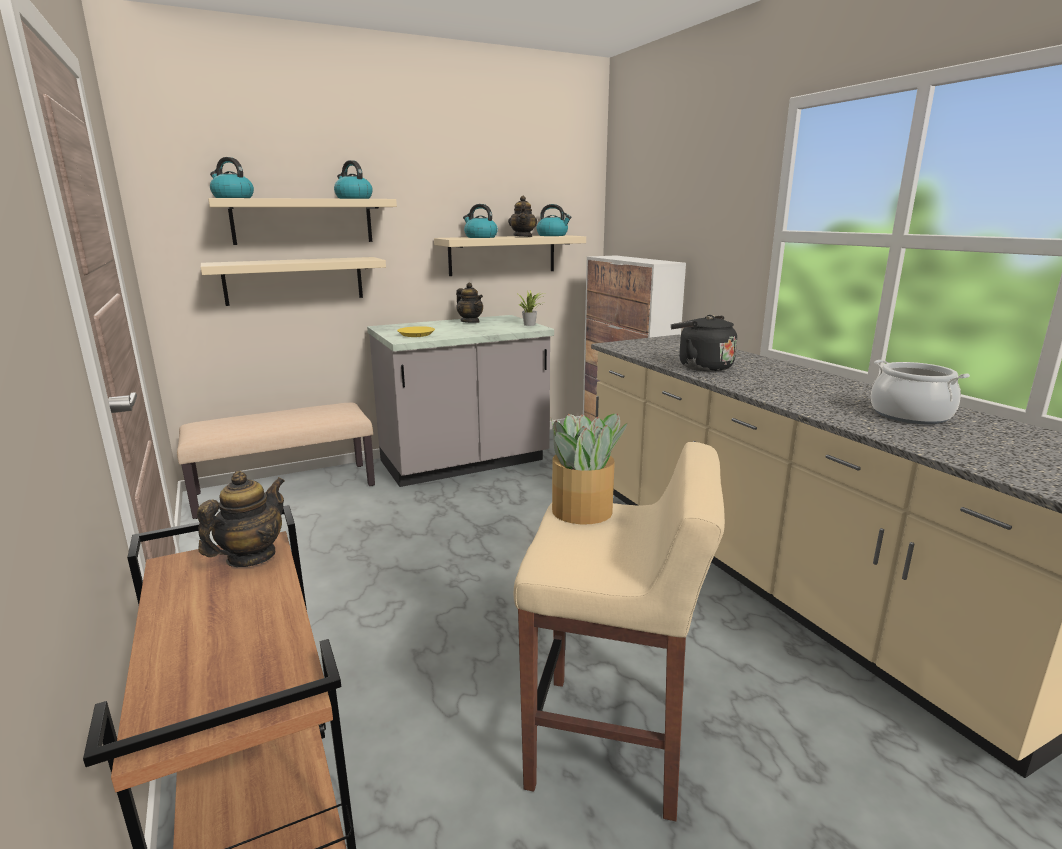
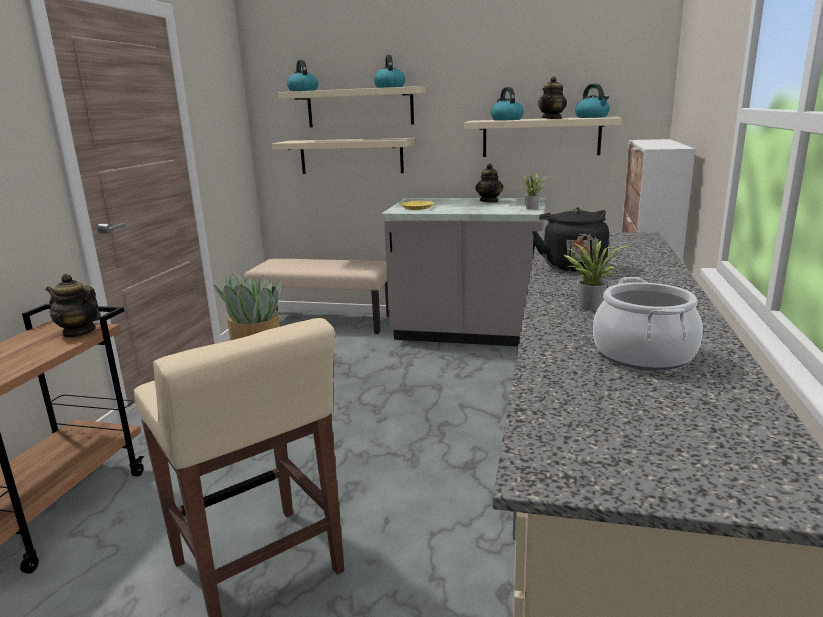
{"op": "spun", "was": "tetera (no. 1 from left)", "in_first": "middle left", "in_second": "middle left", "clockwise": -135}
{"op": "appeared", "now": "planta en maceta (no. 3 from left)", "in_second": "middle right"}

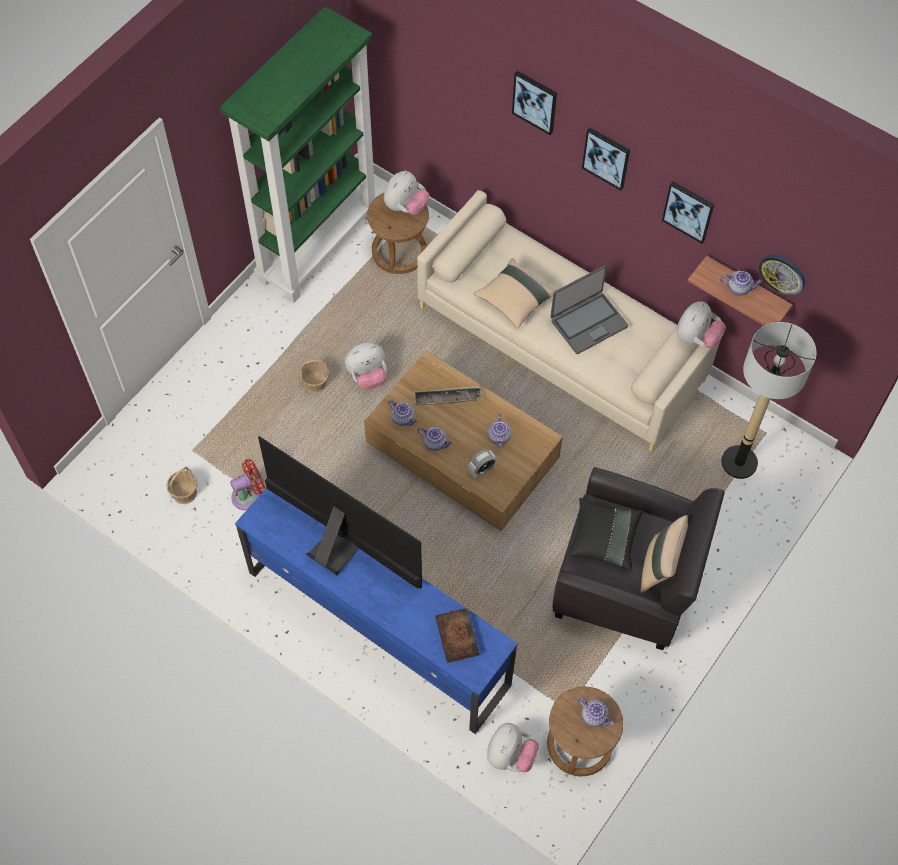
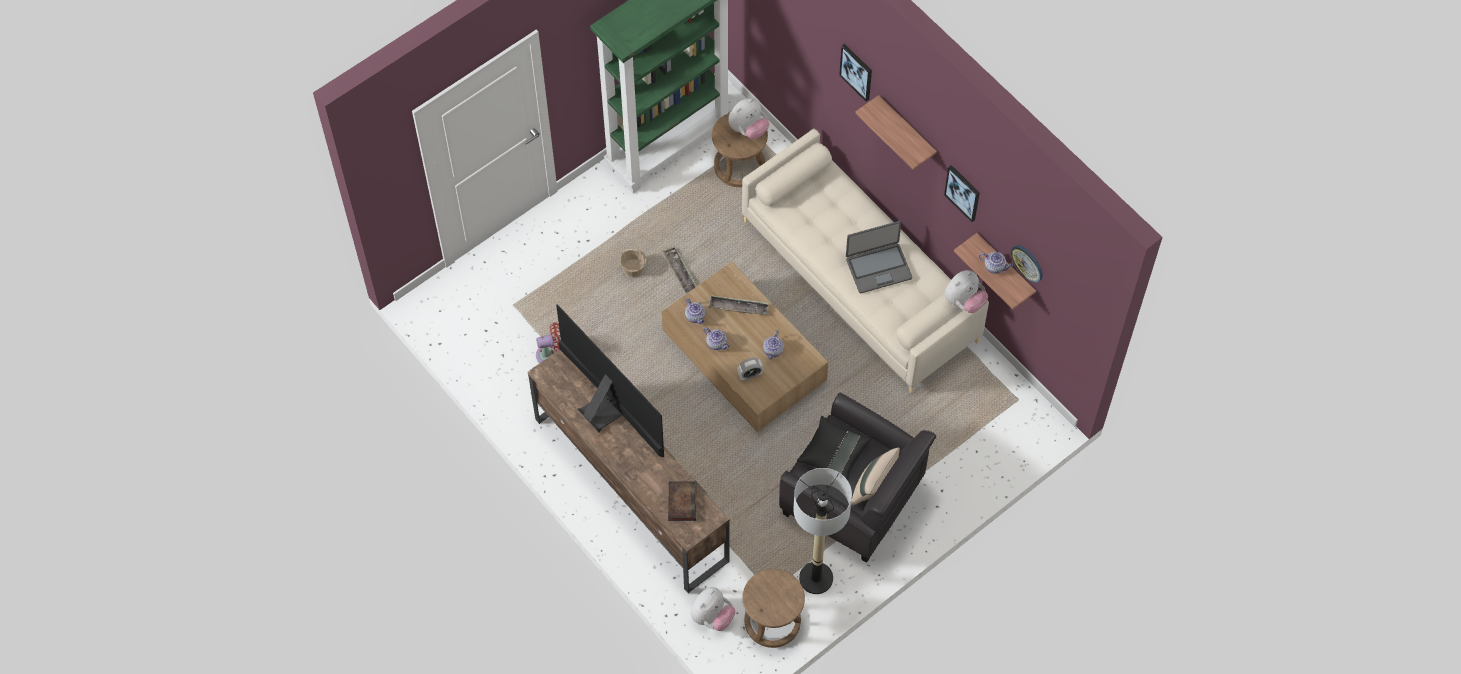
{"op": "exchanged", "was": "cuadro (no. 2 from left)", "now": "estante (no. 1 from left)", "in_first": "top right", "in_second": "top centre"}
{"op": "missing", "was": "cojín (beis) (no. 1 from left)", "in_first": "centre"}
{"op": "relocated", "was": "lámpara de pie", "in_first": "middle right", "in_second": "bottom centre"}
{"op": "exchanged", "was": "peluche (no. 1 from left)", "now": "bandeja (no. 1 from left)", "in_first": "centre", "in_second": "centre"}
{"op": "missing", "was": "cesta (no. 1 from left)", "in_first": "middle left"}
{"op": "colour", "was": "mueble de televisión (azul)", "now": "mueble de televisión (marrón)", "in_first": "bottom centre", "in_second": "bottom centre"}
{"op": "missing", "was": "tetera (no. 4 from left)", "in_first": "bottom centre"}

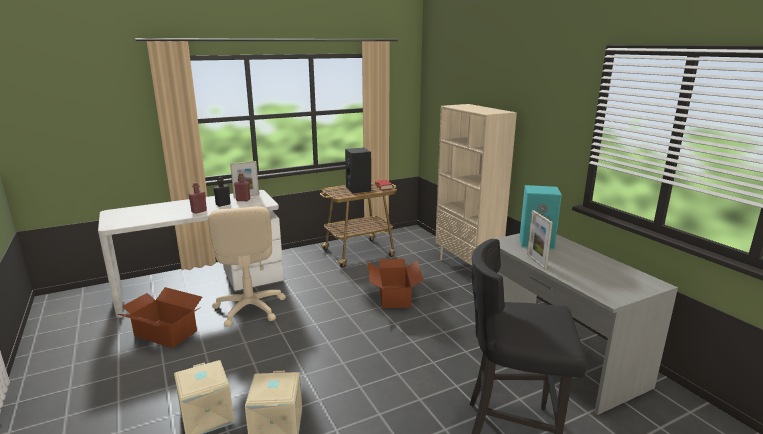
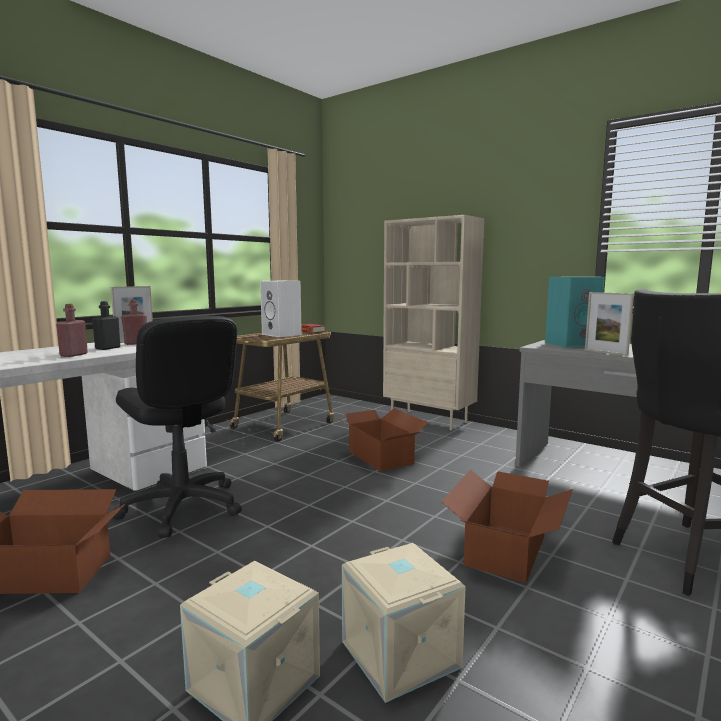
{"op": "colour", "was": "altavoz (negro)", "now": "altavoz (blanco)", "in_first": "centre", "in_second": "centre"}
{"op": "colour", "was": "silla de oficina (beis)", "now": "silla de oficina (negro)", "in_first": "middle left", "in_second": "middle left"}
{"op": "appeared", "now": "caja de cartón (no. 3 from left)", "in_second": "bottom right"}

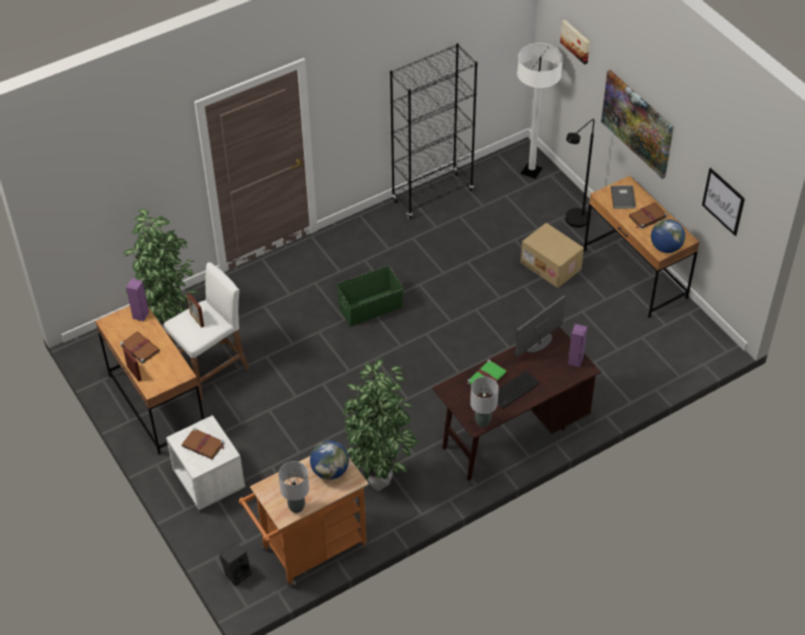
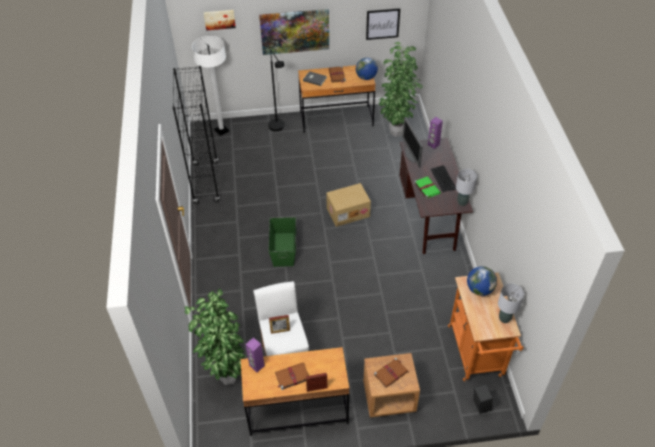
{"op": "relocated", "was": "caja de cartón", "in_first": "middle right", "in_second": "centre"}
{"op": "relocated", "was": "planta en maceta (no. 2 from left)", "in_first": "bottom centre", "in_second": "top centre"}
{"op": "colour", "was": "mesita de noche (blanco)", "now": "mesita de noche (marrón)", "in_first": "bottom left", "in_second": "bottom centre"}

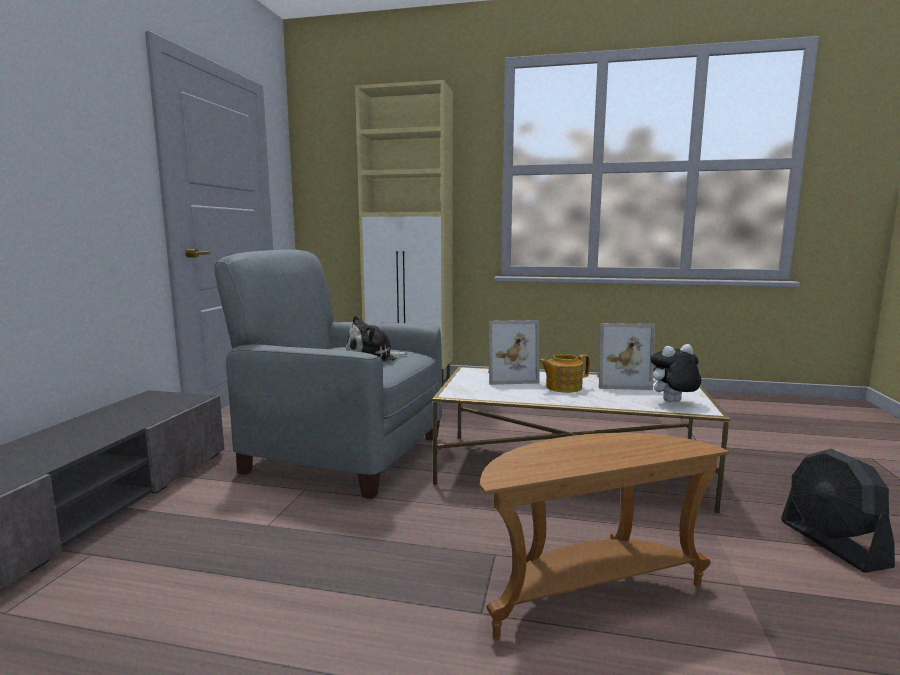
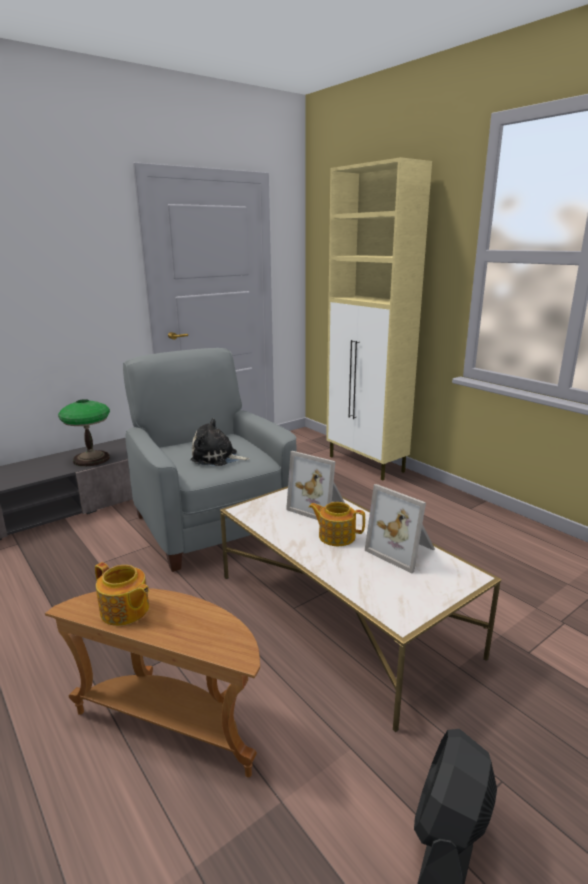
{"op": "missing", "was": "peluche (no. 2 from left)", "in_first": "middle right"}
{"op": "appeared", "now": "lámpara de mesa", "in_second": "middle left"}
{"op": "appeared", "now": "tetera (no. 1 from left)", "in_second": "bottom left"}

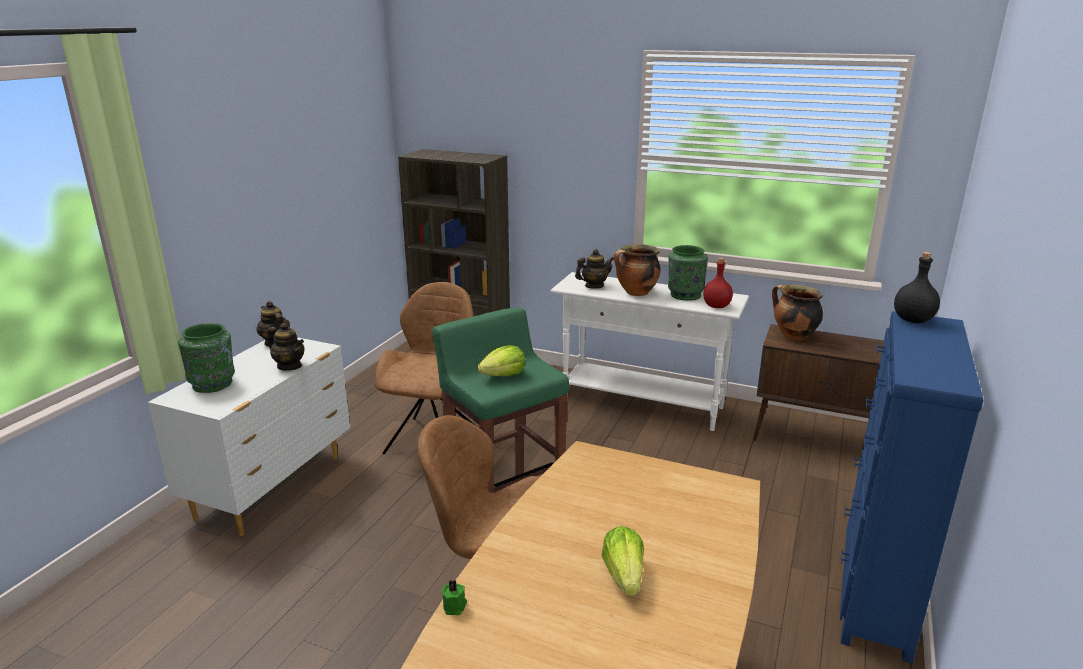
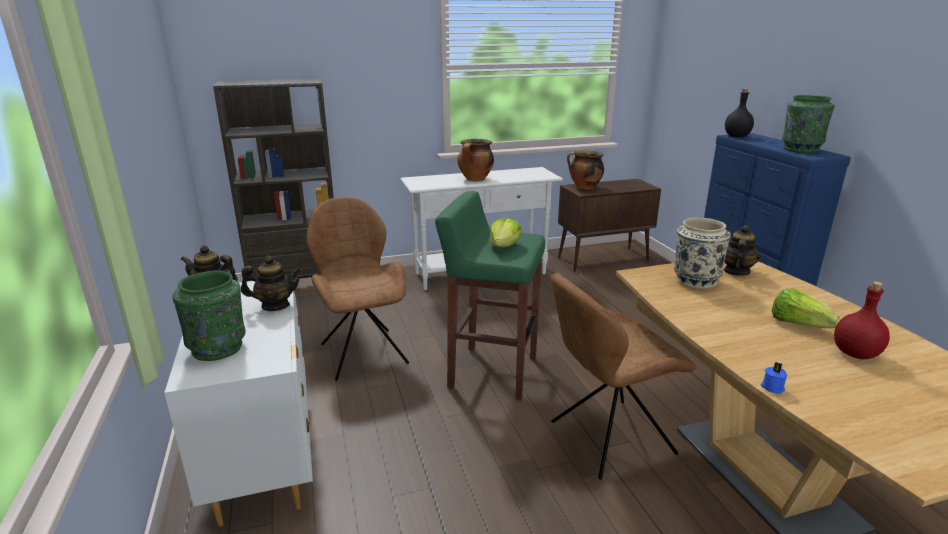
{"op": "relocated", "was": "florero (verde) (no. 2 from left)", "in_first": "centre", "in_second": "top right"}
{"op": "relocated", "was": "tetera (no. 3 from left)", "in_first": "centre", "in_second": "middle right"}
{"op": "relocated", "was": "botella (rojo)", "in_first": "centre", "in_second": "middle right"}
{"op": "colour", "was": "vela (verde)", "now": "vela (azul)", "in_first": "bottom centre", "in_second": "bottom right"}
{"op": "appeared", "now": "florero (beis)", "in_second": "middle right"}

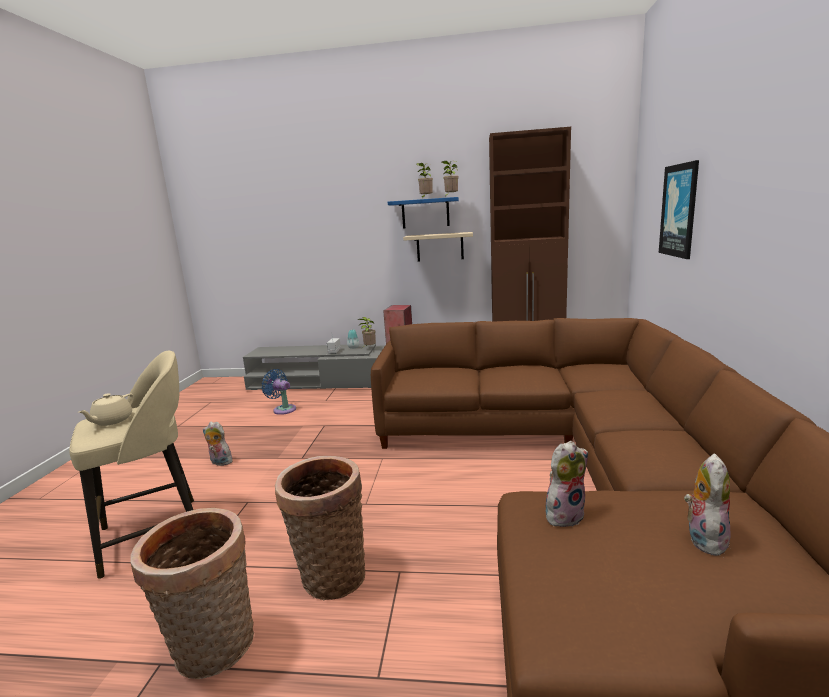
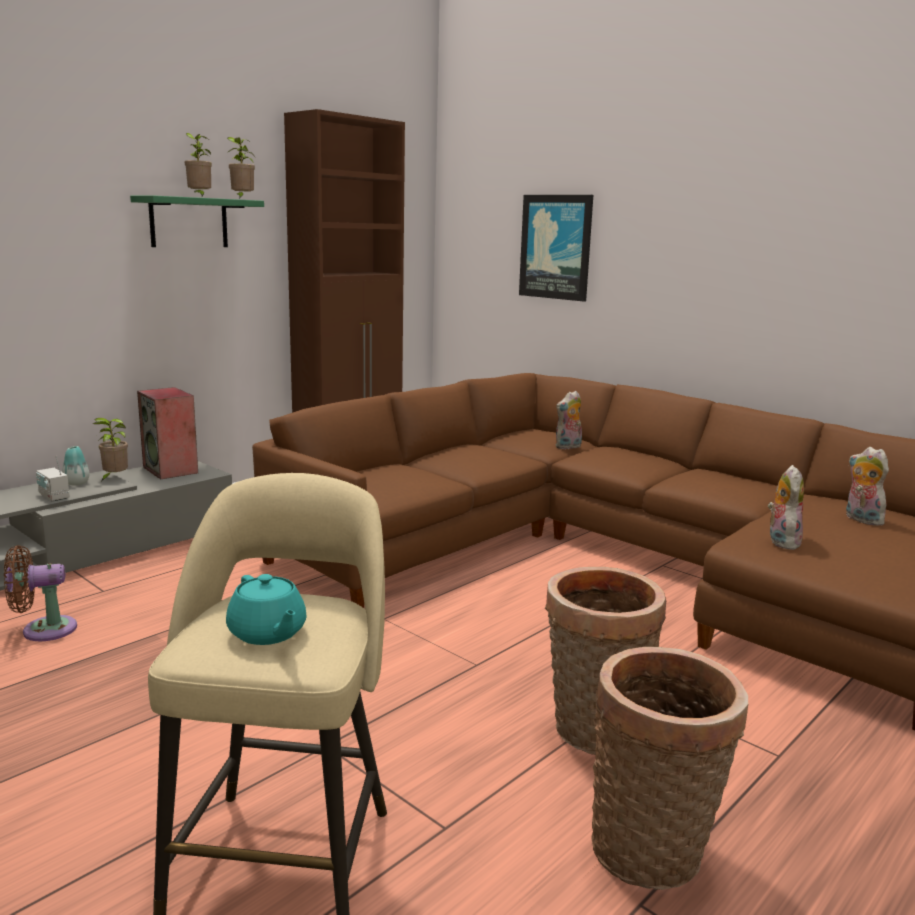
{"op": "colour", "was": "estante (azul)", "now": "estante (verde)", "in_first": "top centre", "in_second": "top left"}
{"op": "missing", "was": "estante (beis)", "in_first": "centre"}
{"op": "colour", "was": "ventilador (azul)", "now": "ventilador (marrón)", "in_first": "centre", "in_second": "middle left"}
{"op": "colour", "was": "tetera (beis)", "now": "tetera (turquesa)", "in_first": "middle left", "in_second": "middle left"}
{"op": "relocated", "was": "peluche (no. 1 from left)", "in_first": "middle left", "in_second": "centre"}

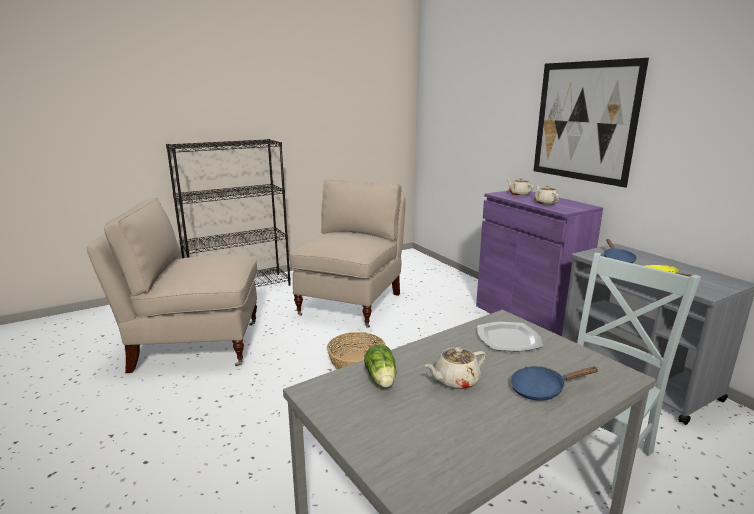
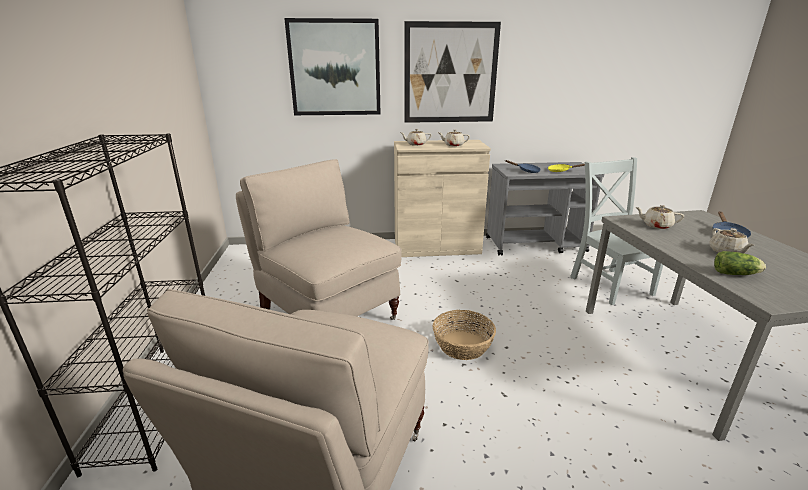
{"op": "colour", "was": "armario (morado)", "now": "armario (beis)", "in_first": "middle right", "in_second": "centre"}
{"op": "exchanged", "was": "plato", "now": "tetera (beis) (no. 3 from left)", "in_first": "middle right", "in_second": "middle right"}
{"op": "appeared", "now": "cuadro (no. 1 from left)", "in_second": "top centre"}

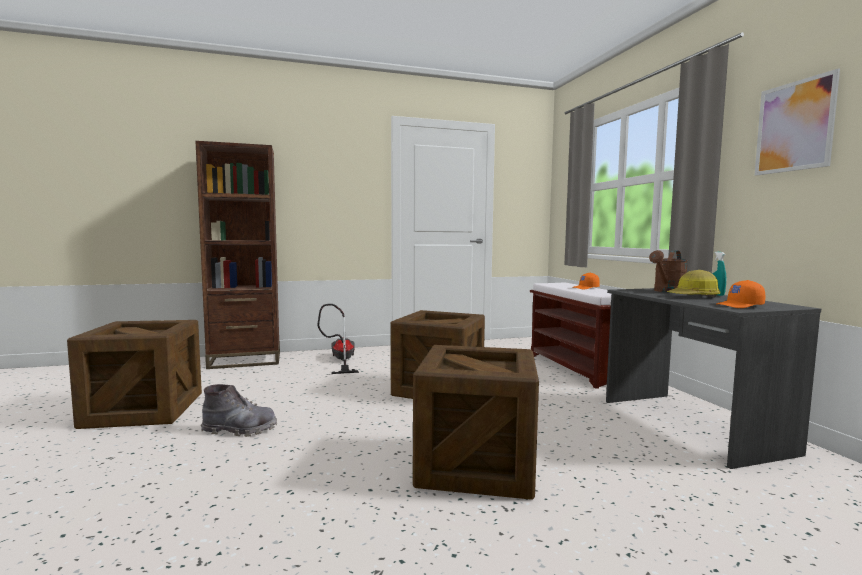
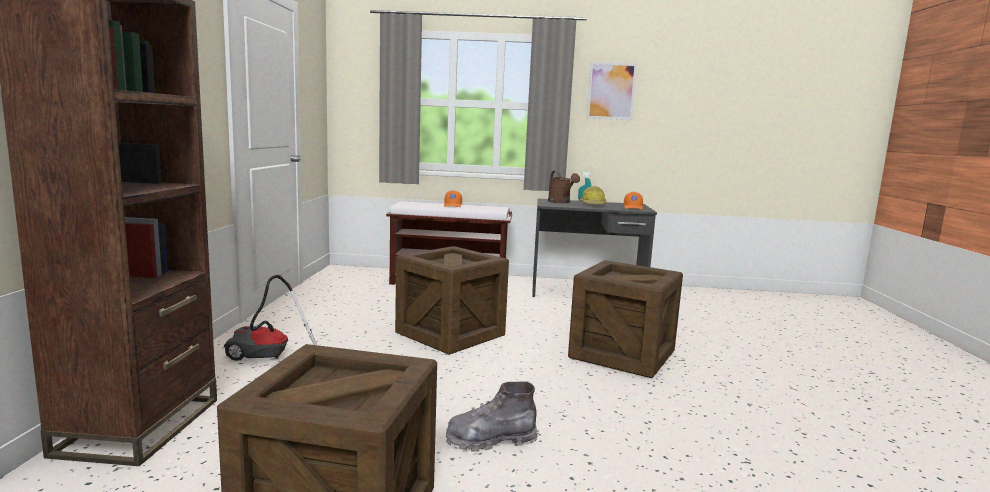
{"op": "spun", "was": "bota (gris)", "in_first": "bottom left", "in_second": "bottom centre", "clockwise": -120}

